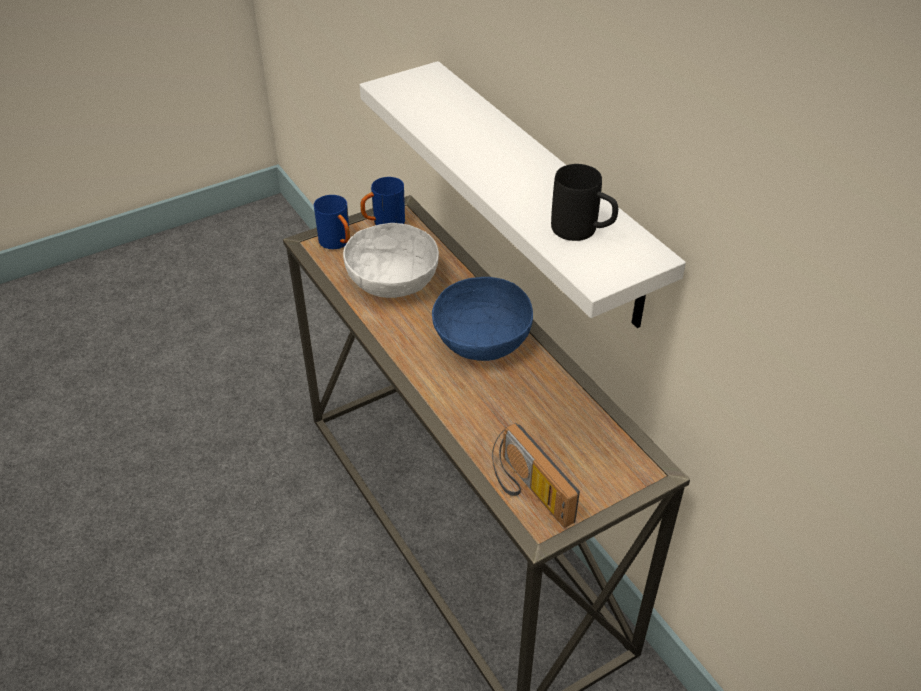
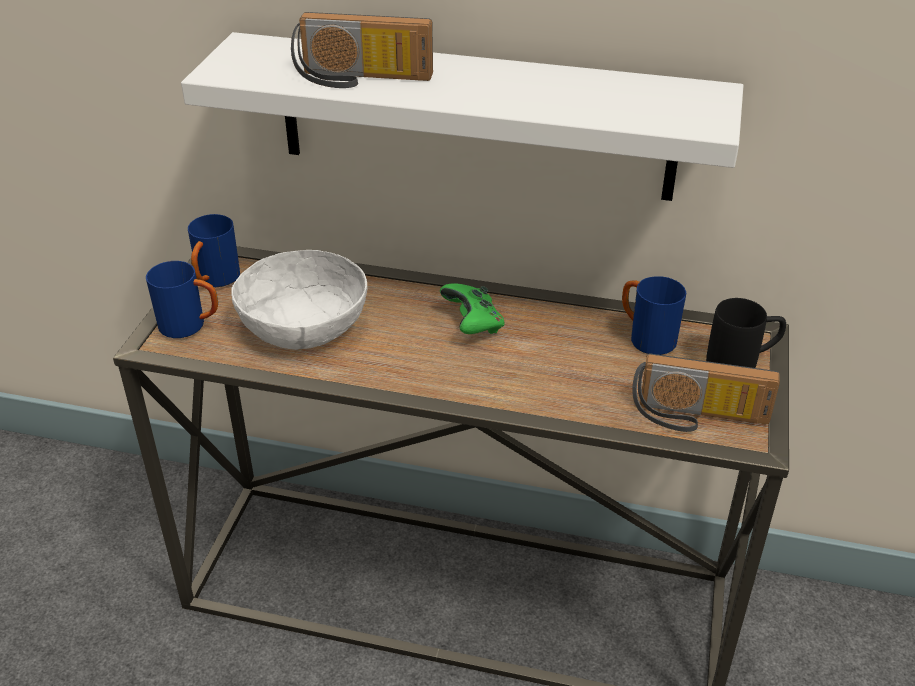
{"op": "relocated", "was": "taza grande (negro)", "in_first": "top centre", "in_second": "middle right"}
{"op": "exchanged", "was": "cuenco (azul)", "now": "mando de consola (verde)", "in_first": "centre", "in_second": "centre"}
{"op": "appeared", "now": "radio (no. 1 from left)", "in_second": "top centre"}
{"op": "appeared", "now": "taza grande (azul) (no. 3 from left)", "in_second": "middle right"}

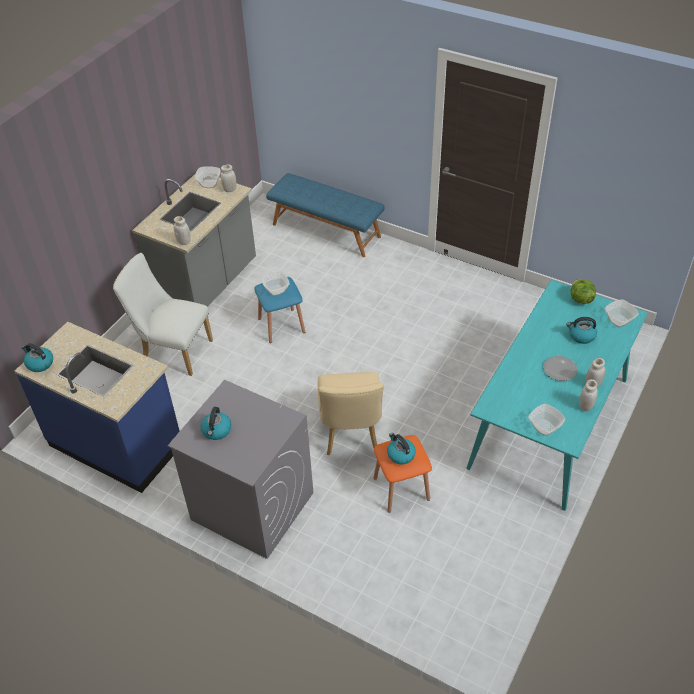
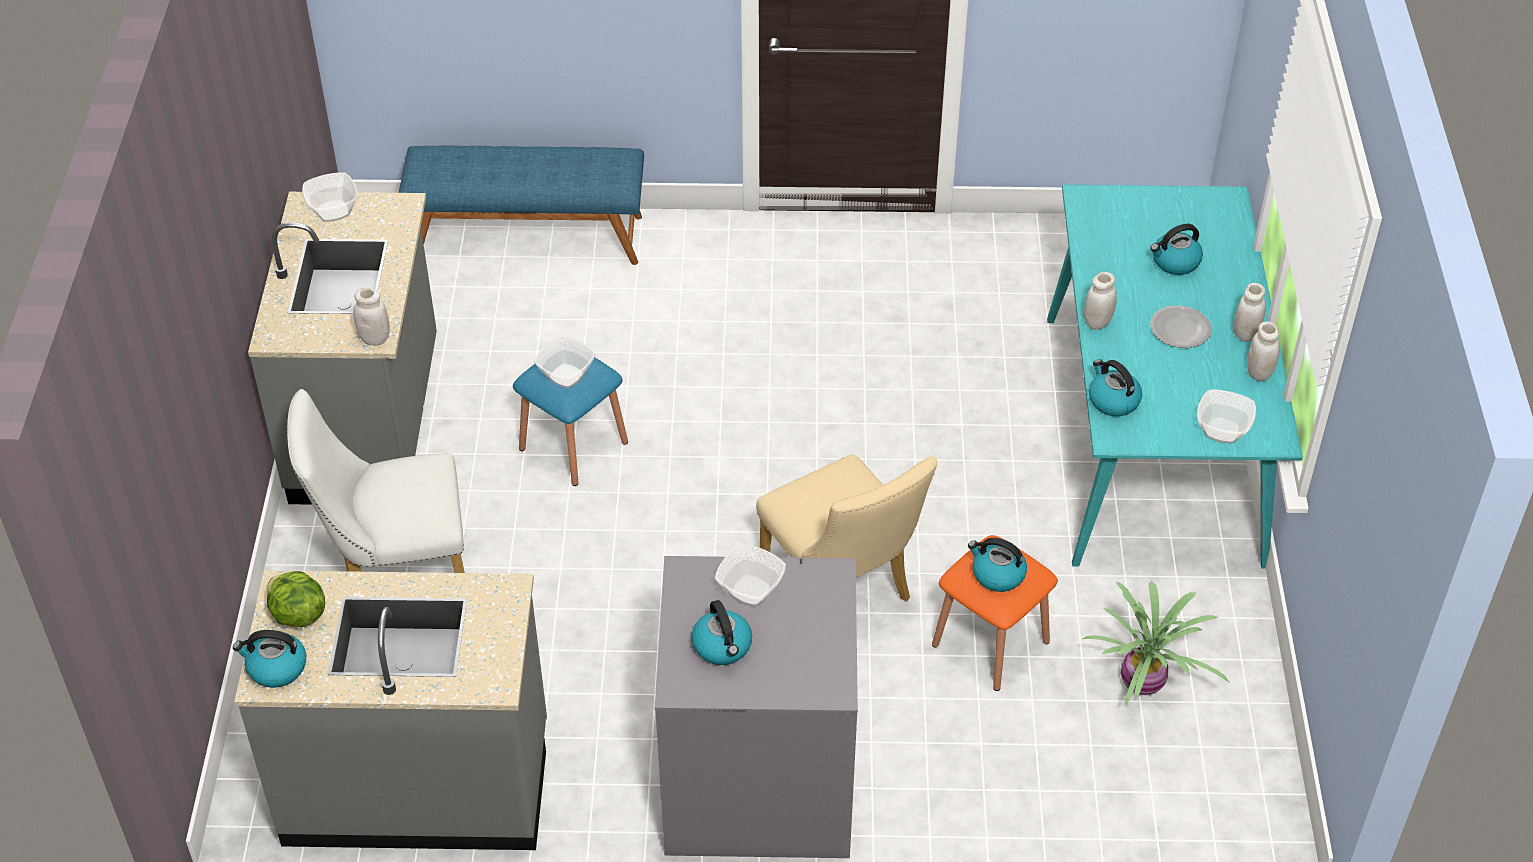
{"op": "relocated", "was": "tarro (blanco) (no. 2 from left)", "in_first": "top left", "in_second": "middle right"}
{"op": "relocated", "was": "lechuga", "in_first": "middle right", "in_second": "bottom left"}
{"op": "relocated", "was": "cuenco (no. 4 from left in the first image)", "now": "cuenco (no. 3 from left)", "in_first": "middle right", "in_second": "bottom centre"}
{"op": "colour", "was": "mueble bajo de cocina (azul)", "now": "mueble bajo de cocina (gris) (no. 2 from left)", "in_first": "middle left", "in_second": "bottom left"}
{"op": "appeared", "now": "hervidor (no. 4 from left)", "in_second": "middle right"}
{"op": "appeared", "now": "planta en maceta", "in_second": "bottom right"}

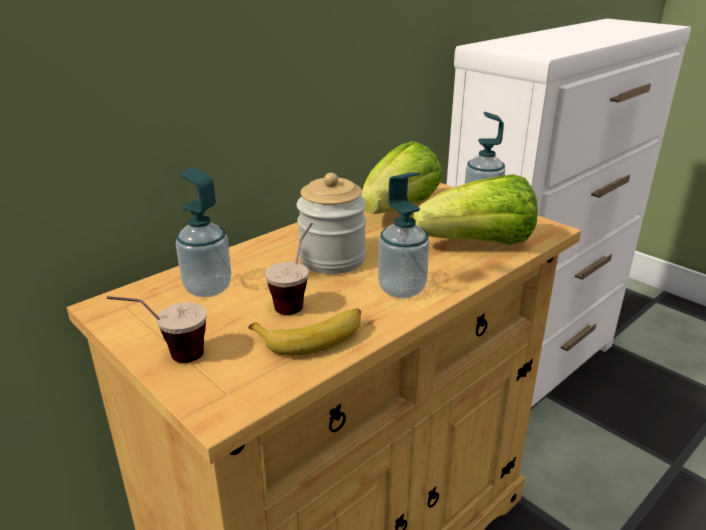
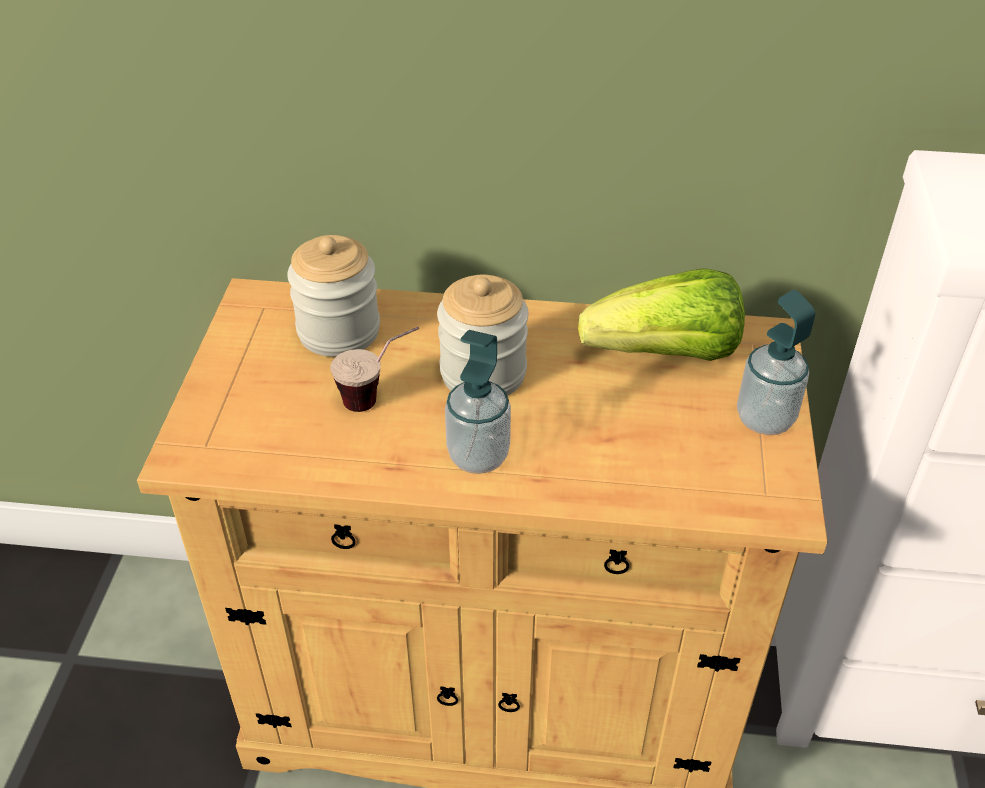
{"op": "exchanged", "was": "dispensador de jabón (no. 1 from left)", "now": "tarro (no. 1 from left)", "in_first": "middle left", "in_second": "centre"}
{"op": "missing", "was": "lechuga (no. 2 from left)", "in_first": "middle right"}
{"op": "missing", "was": "taza (no. 1 from left)", "in_first": "middle left"}
{"op": "missing", "was": "plátano", "in_first": "centre"}

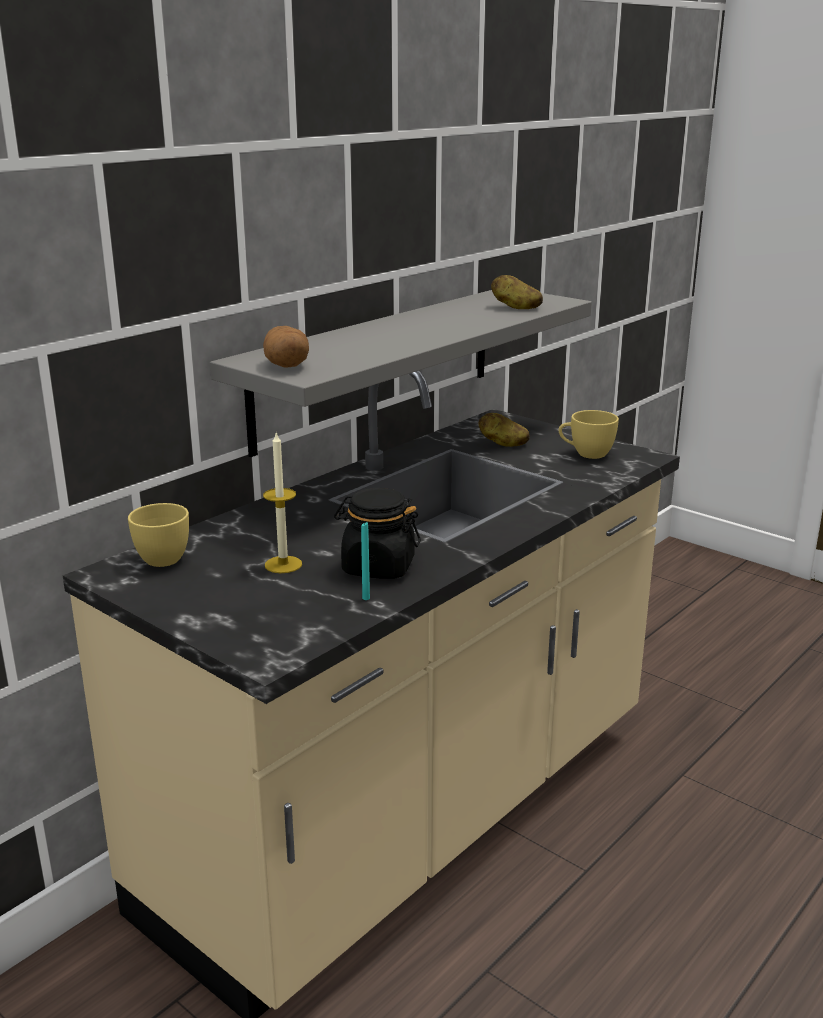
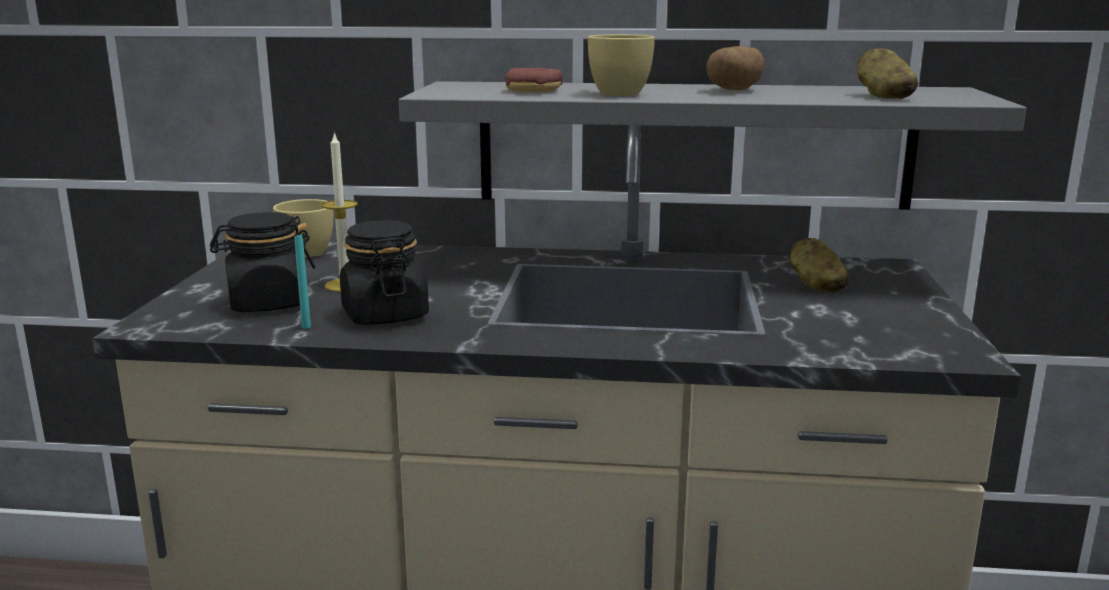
{"op": "relocated", "was": "patata (no. 1 from left)", "in_first": "centre", "in_second": "top centre"}
{"op": "relocated", "was": "taza (amarillo) (no. 2 from left)", "in_first": "middle right", "in_second": "top centre"}
{"op": "appeared", "now": "rosquilla", "in_second": "top centre"}
{"op": "appeared", "now": "tarro (negro) (no. 1 from left)", "in_second": "middle left"}

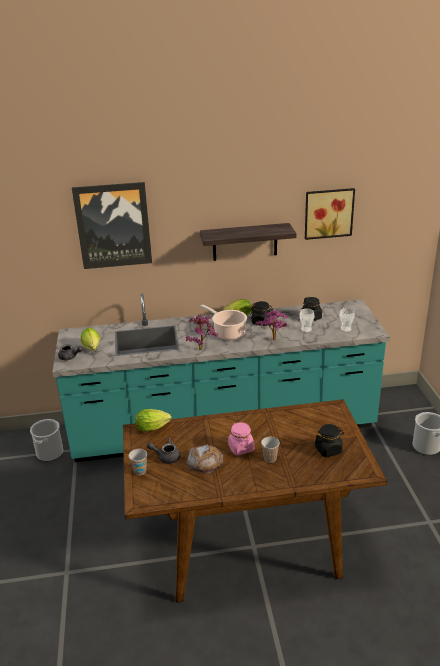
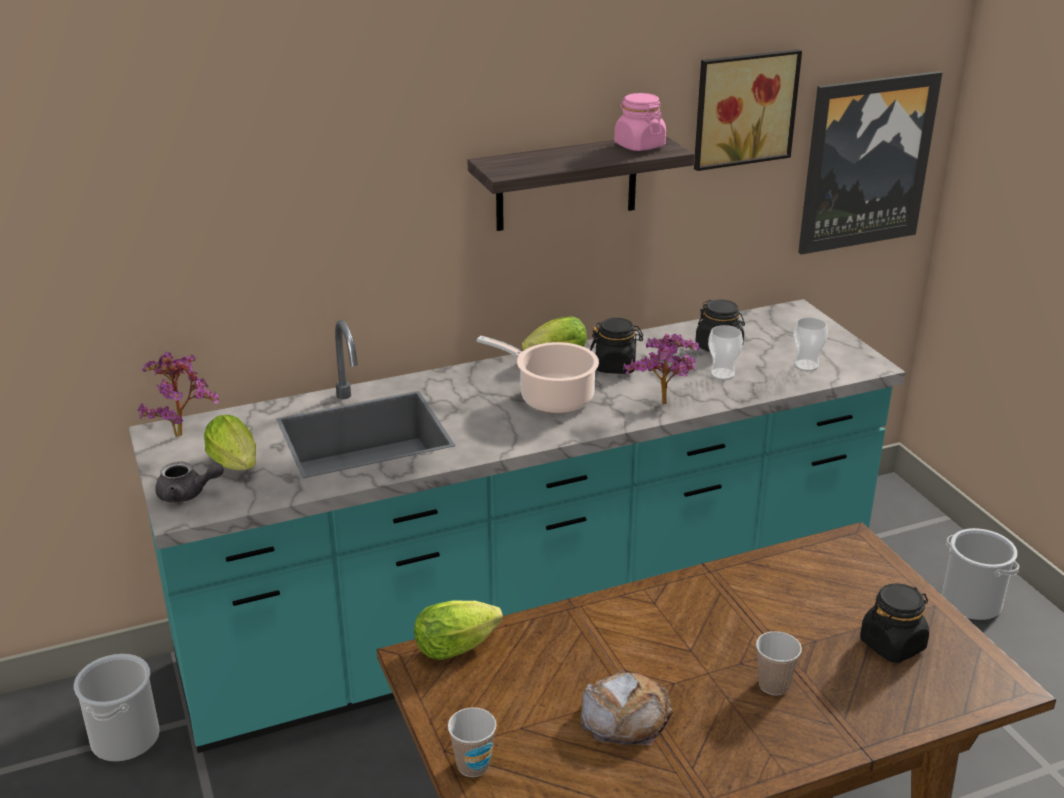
{"op": "relocated", "was": "cuadro (no. 1 from left in the first image)", "now": "cuadro (no. 2 from left)", "in_first": "middle left", "in_second": "top right"}
{"op": "relocated", "was": "planta en maceta (no. 1 from left)", "in_first": "centre", "in_second": "middle left"}
{"op": "relocated", "was": "tarro (rosa)", "in_first": "centre", "in_second": "top centre"}
{"op": "missing", "was": "tetera (gris) (no. 2 from left)", "in_first": "bottom centre"}

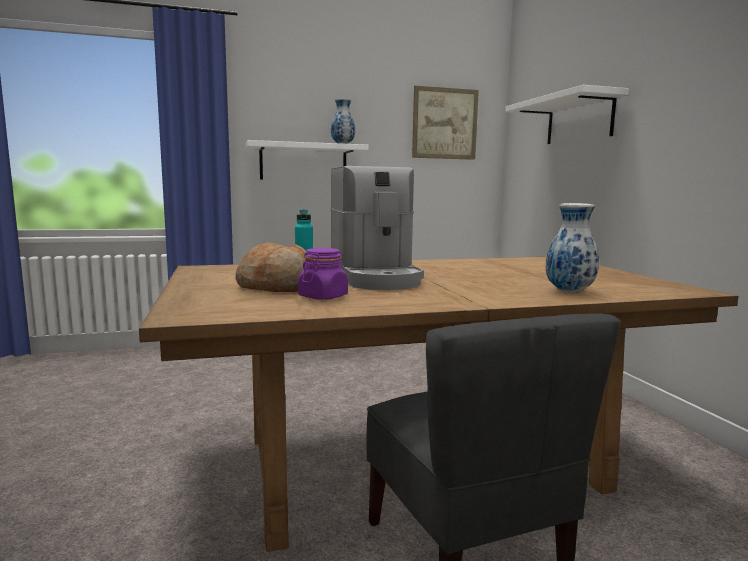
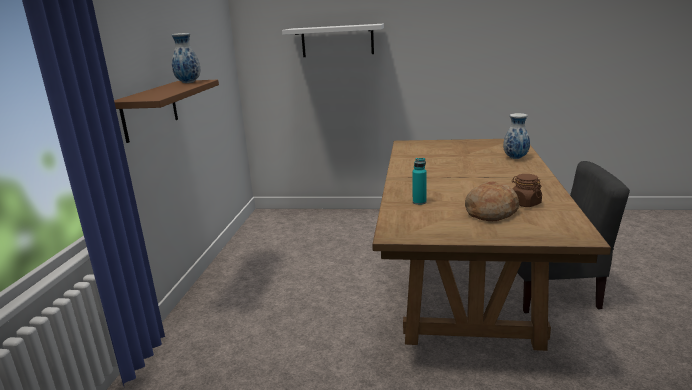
{"op": "missing", "was": "cuadro", "in_first": "top centre"}
{"op": "colour", "was": "estante (blanco) (no. 1 from left)", "now": "estante (marrón)", "in_first": "top centre", "in_second": "top left"}
{"op": "missing", "was": "cafetera", "in_first": "centre"}
{"op": "colour", "was": "tarro (morado)", "now": "tarro (marrón)", "in_first": "centre", "in_second": "middle right"}

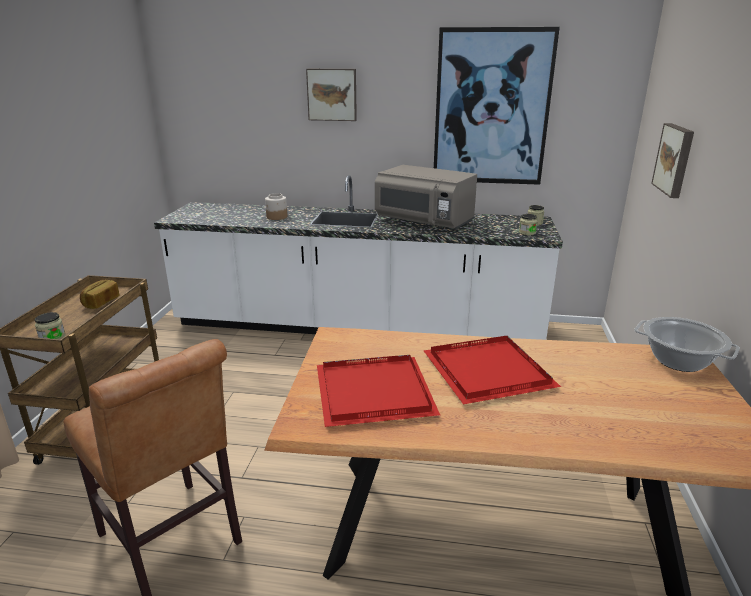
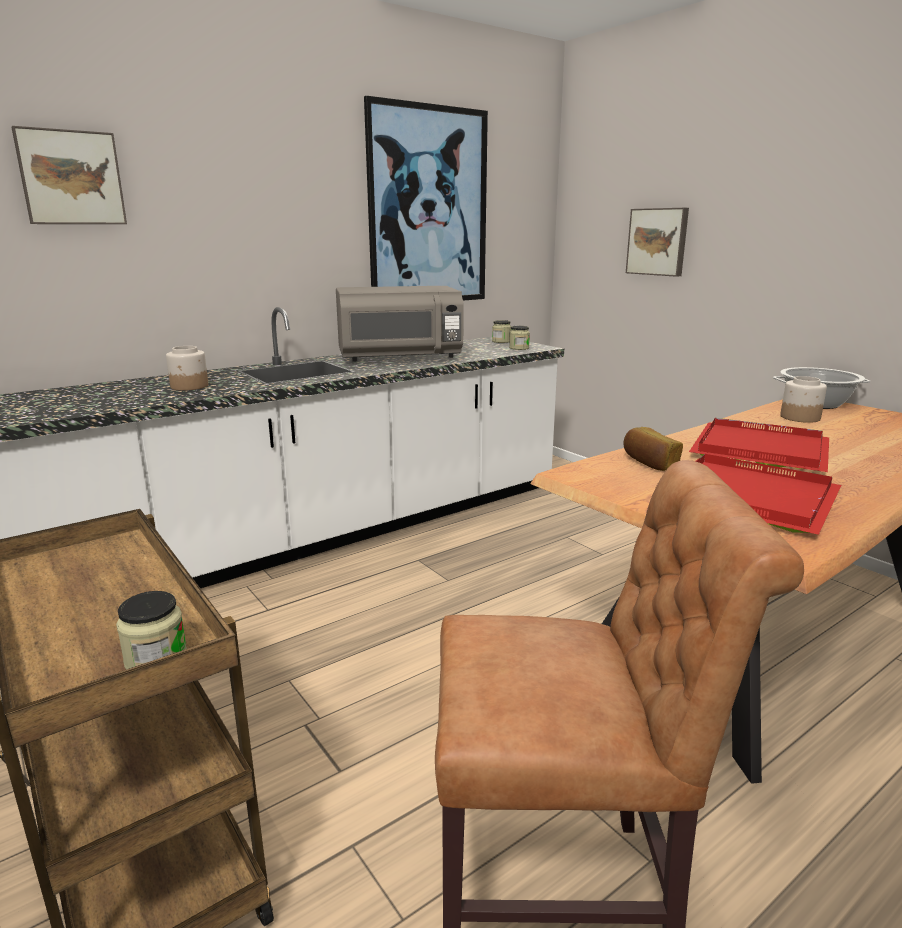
{"op": "relocated", "was": "cuadro (no. 1 from left)", "in_first": "top centre", "in_second": "top left"}
{"op": "relocated", "was": "pan", "in_first": "middle left", "in_second": "middle right"}
{"op": "appeared", "now": "tarro (no. 5 from left)", "in_second": "middle right"}

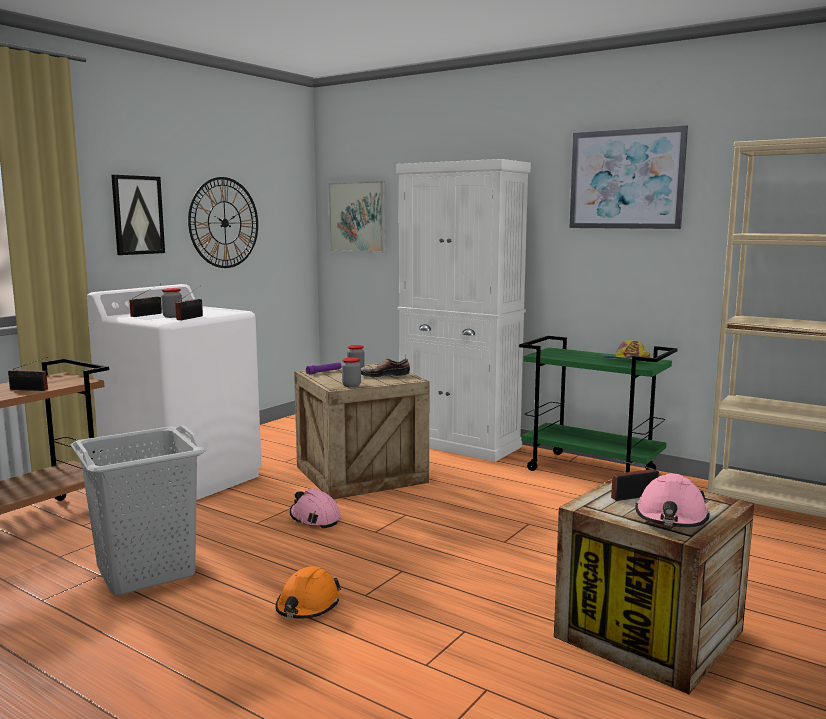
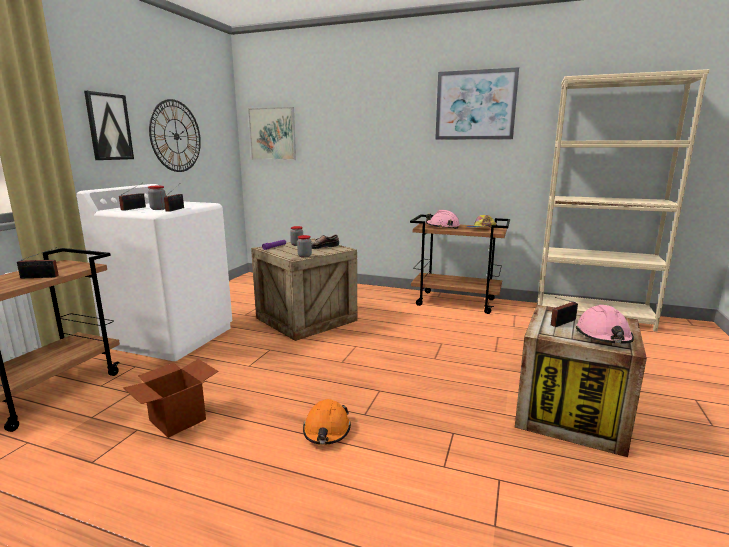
{"op": "missing", "was": "armario (blanco)", "in_first": "centre"}
{"op": "colour", "was": "carrito (verde)", "now": "carrito (marrón) (no. 2 from left)", "in_first": "middle right", "in_second": "centre"}
{"op": "exchanged", "was": "cesto de la ropa (gris)", "now": "caja de cartón", "in_first": "bottom left", "in_second": "bottom left"}
{"op": "relocated", "was": "casco (rosa) (no. 1 from left)", "in_first": "bottom centre", "in_second": "centre"}

